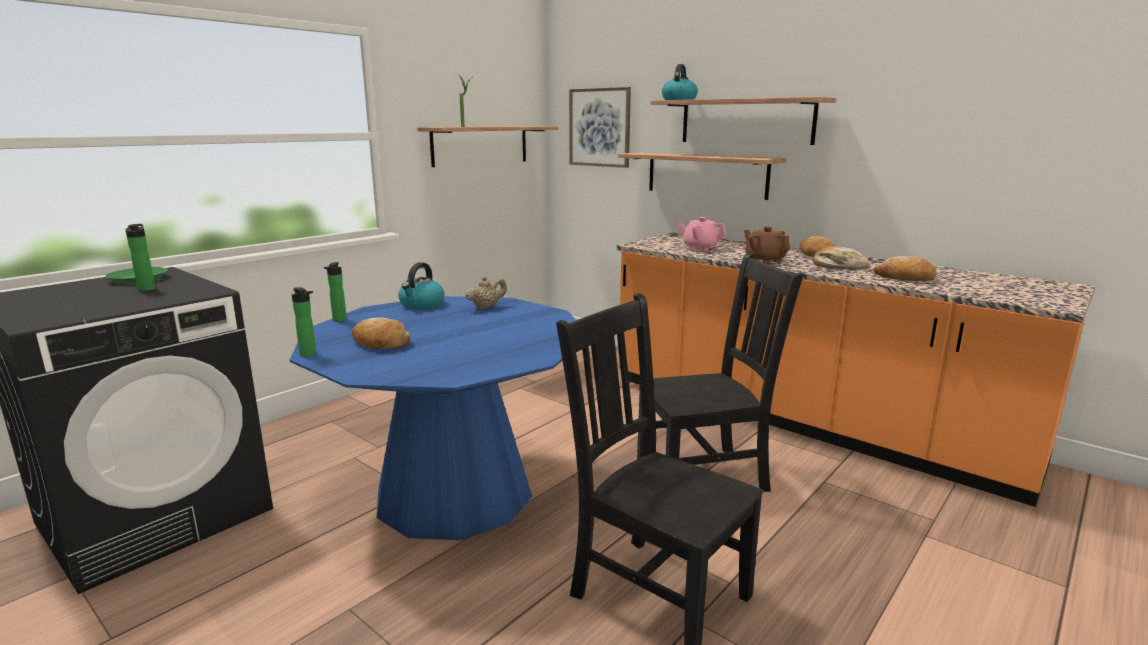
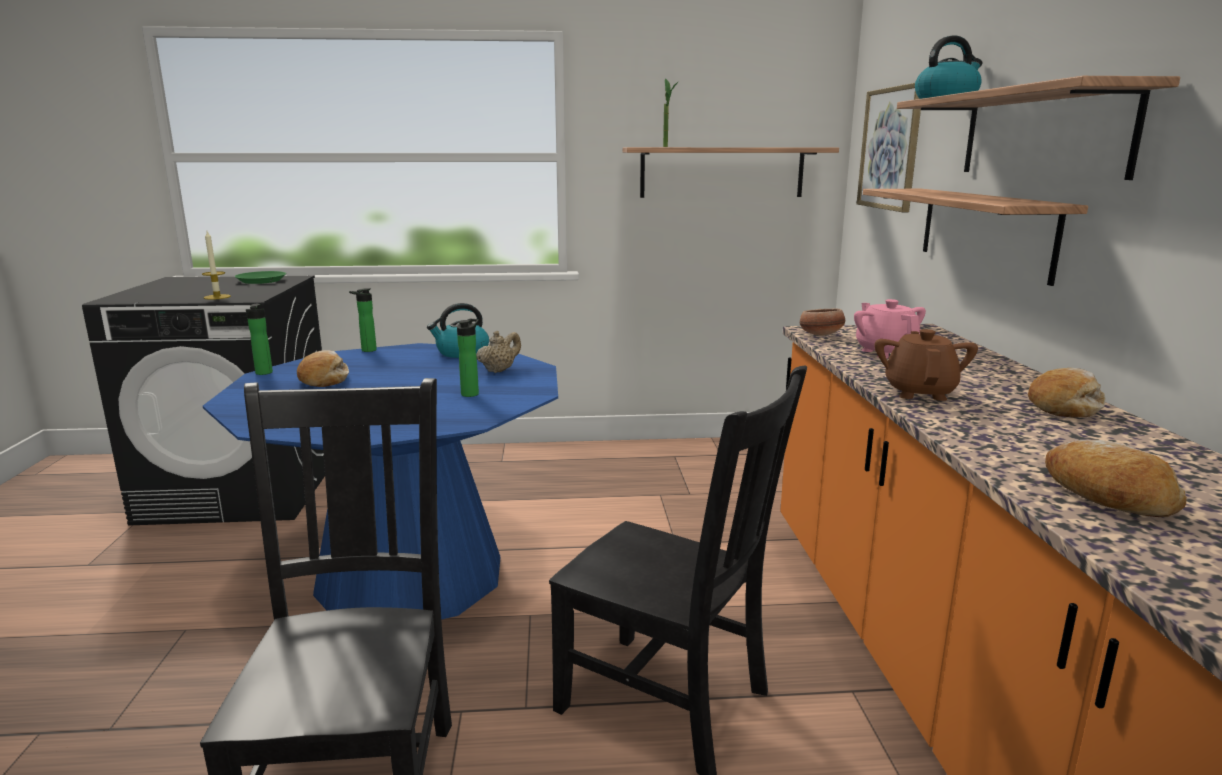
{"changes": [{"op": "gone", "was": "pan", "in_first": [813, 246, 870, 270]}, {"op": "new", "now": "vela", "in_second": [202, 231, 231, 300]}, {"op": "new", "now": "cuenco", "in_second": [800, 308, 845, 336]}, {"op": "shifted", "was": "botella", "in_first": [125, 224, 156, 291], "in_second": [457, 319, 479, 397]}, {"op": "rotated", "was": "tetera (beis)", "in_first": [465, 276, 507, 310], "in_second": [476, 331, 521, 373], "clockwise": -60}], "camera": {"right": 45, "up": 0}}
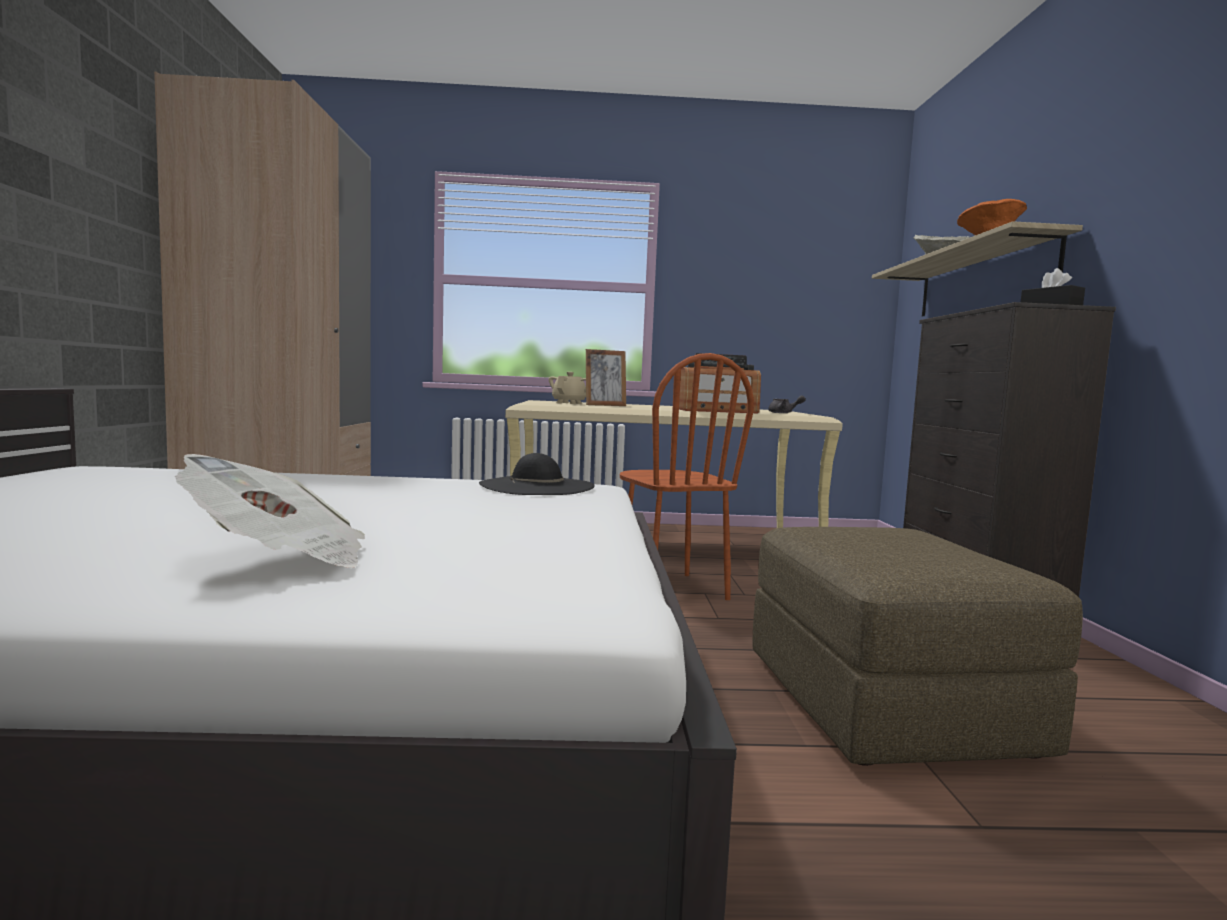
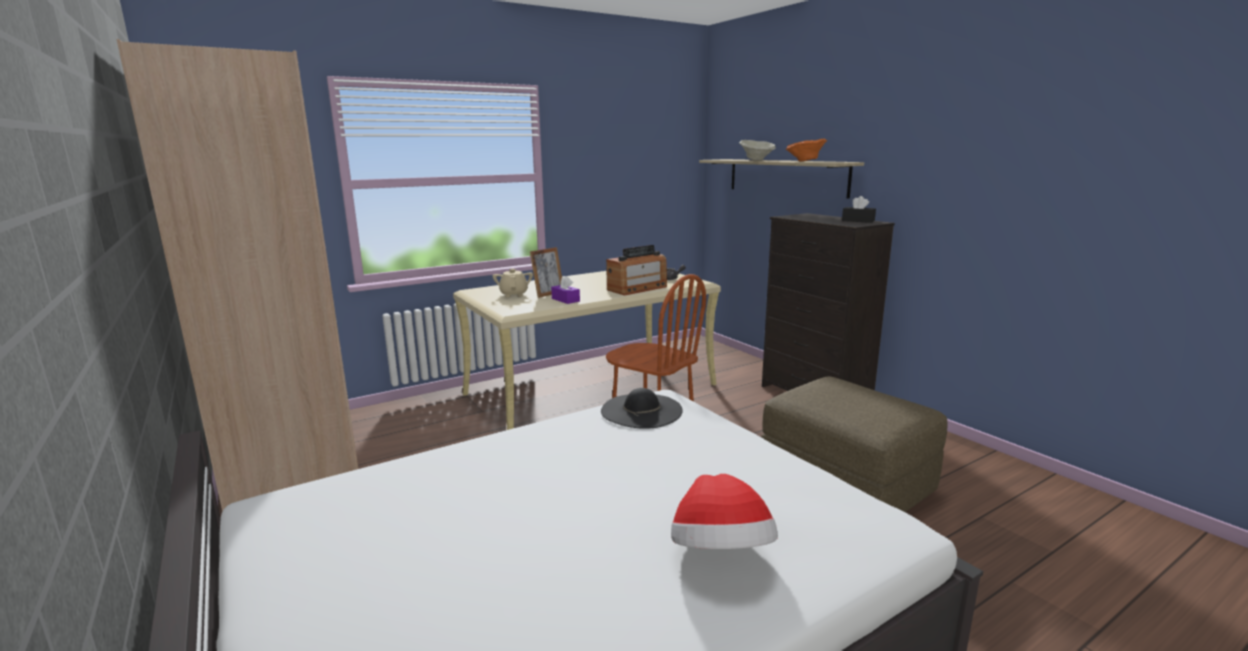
{"changes": [{"op": "new", "now": "caja de pañuelos (morado)", "in_second": [551, 276, 580, 304]}, {"op": "swapped", "was": "periódico", "now": "sombrero", "in_first": [175, 454, 365, 568], "in_second": [671, 474, 778, 549]}], "camera": {"right": -30, "up": 10}}
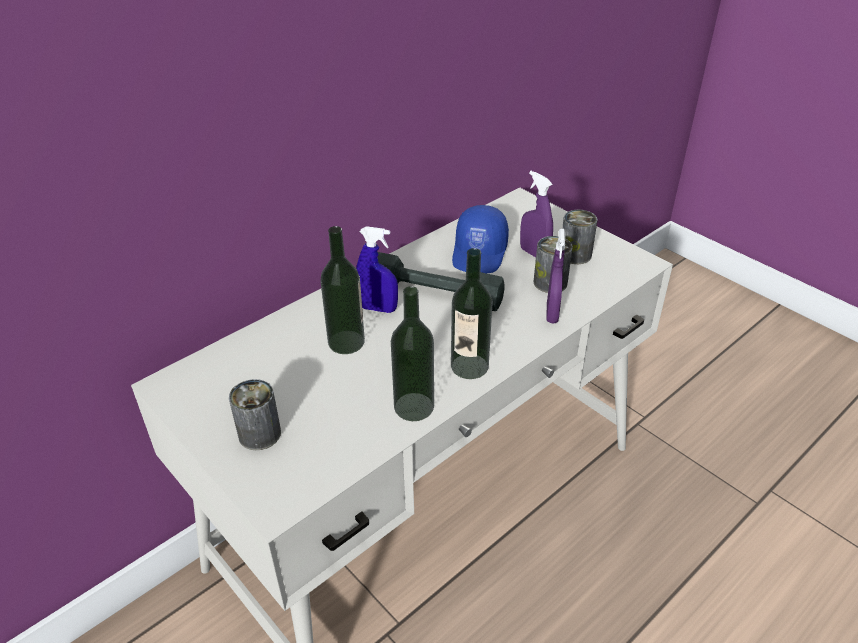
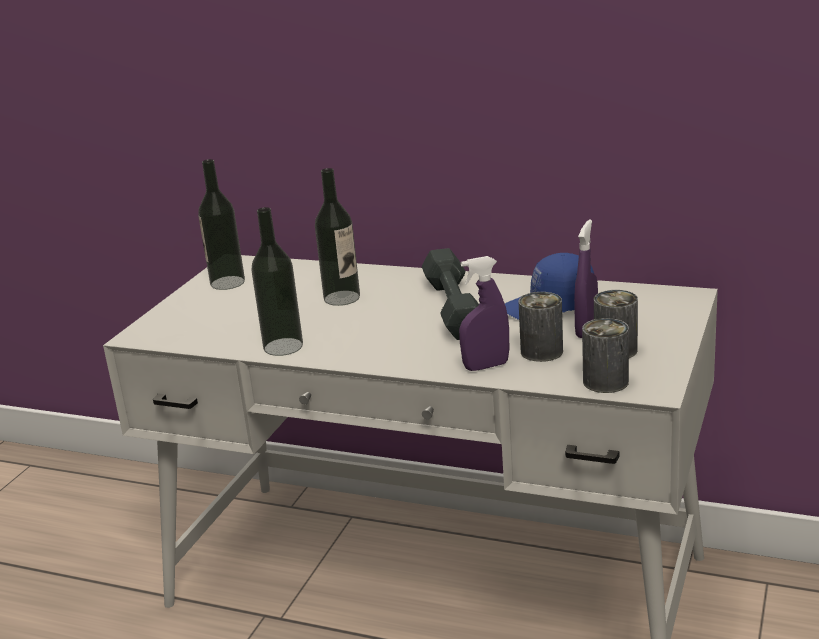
{"changes": [{"op": "gone", "was": "pulverizador (azul)", "in_first": [356, 226, 398, 313]}, {"op": "shifted", "was": "lata", "in_first": [229, 379, 281, 450], "in_second": [582, 318, 629, 393]}, {"op": "shifted", "was": "botella", "in_first": [451, 248, 493, 379], "in_second": [198, 159, 245, 290]}], "camera": {"right": 65, "up": -15}}
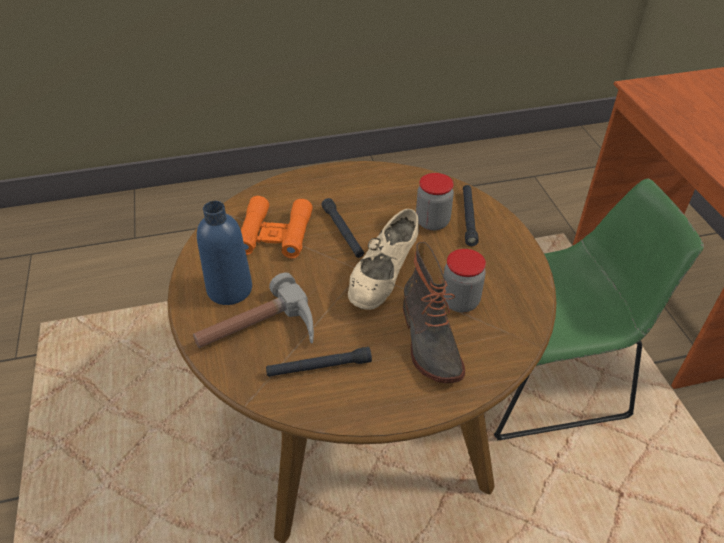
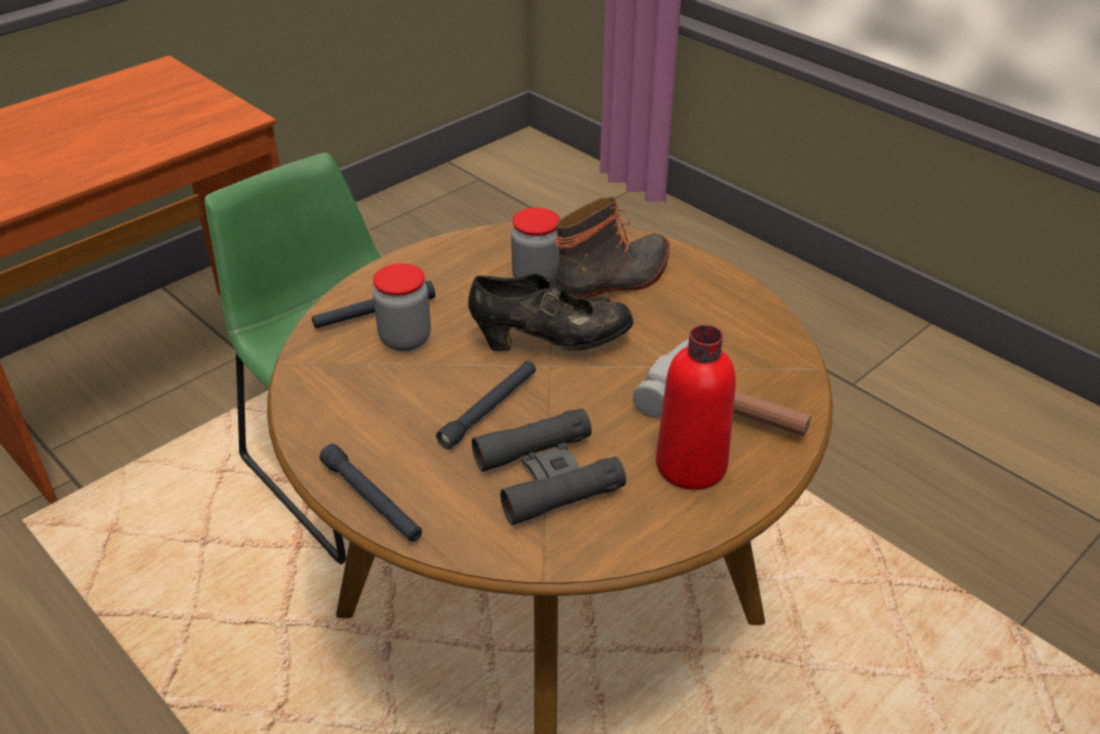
{"changes": [{"op": "shifted", "was": "linterna (negro)", "in_first": [266, 347, 372, 377], "in_second": [320, 444, 422, 542]}, {"op": "repainted", "was": "botella (azul)", "now": "botella (rojo)", "in_first": [197, 201, 252, 305], "in_second": [656, 325, 736, 490]}, {"op": "repainted", "was": "prismáticos (naranja)", "now": "prismáticos (negro)", "in_first": [241, 196, 313, 258], "in_second": [472, 408, 626, 525]}, {"op": "repainted", "was": "zapato (beis)", "now": "zapato (negro)", "in_first": [348, 209, 419, 310], "in_second": [468, 273, 633, 351]}], "camera": {"right": -120, "up": -5}}
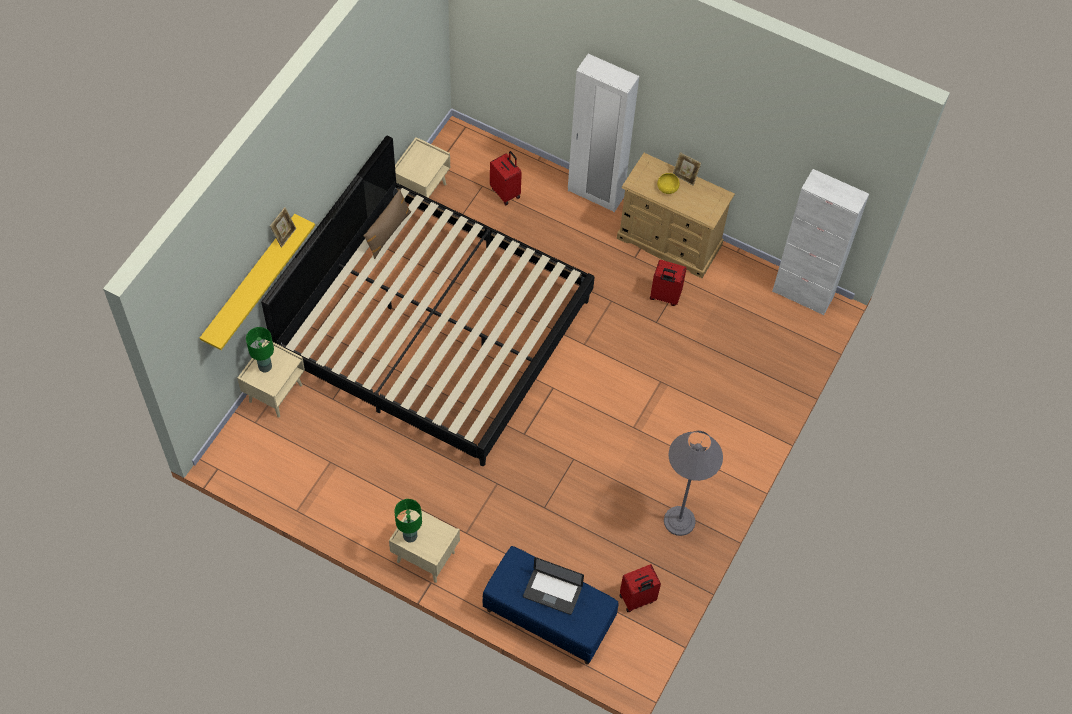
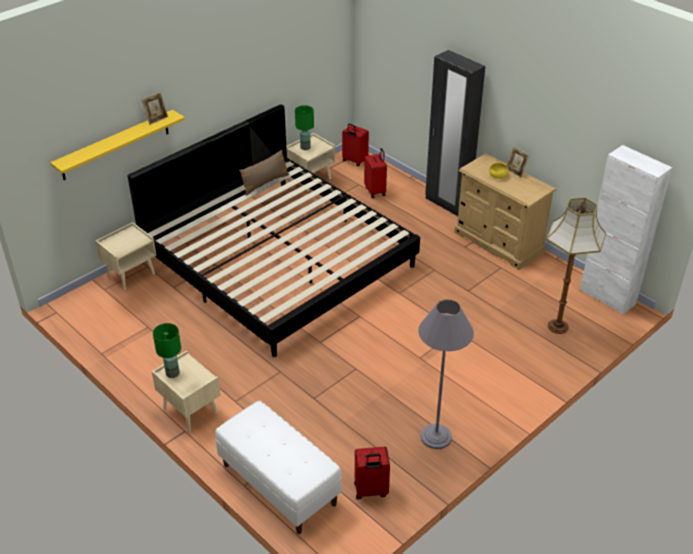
{"changes": [{"op": "gone", "was": "portátil", "in_first": [523, 557, 584, 615]}, {"op": "new", "now": "lámpara de pie", "in_second": [546, 197, 606, 334]}, {"op": "shifted", "was": "lámpara de mesa (verde)", "in_first": [246, 327, 274, 372], "in_second": [295, 105, 314, 150]}, {"op": "shifted", "was": "maleta (rojo)", "in_first": [650, 260, 687, 306], "in_second": [342, 123, 369, 166]}, {"op": "repainted", "was": "banco (azul)", "now": "banco (blanco)", "in_first": [483, 546, 619, 665], "in_second": [215, 401, 342, 534]}, {"op": "repainted", "was": "armario ropero (blanco)", "now": "armario ropero (negro)", "in_first": [568, 54, 639, 212], "in_second": [425, 50, 485, 216]}], "camera": {"right": 20, "up": -20}}
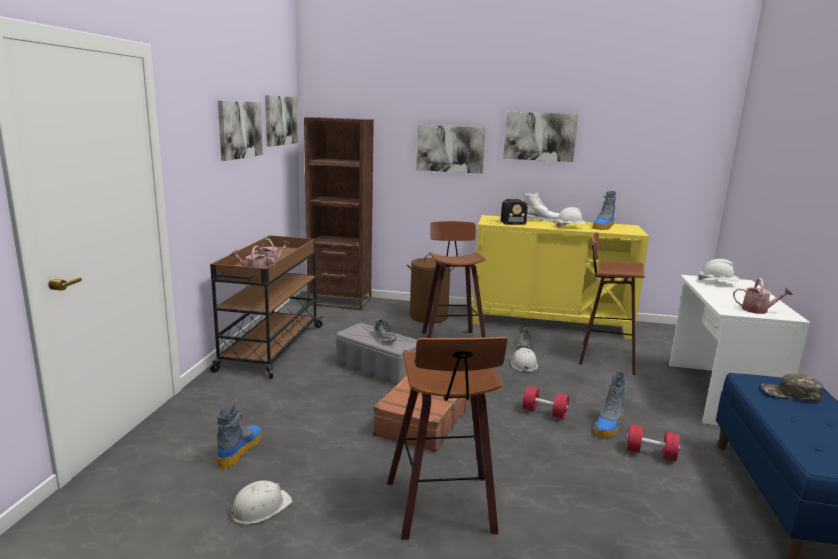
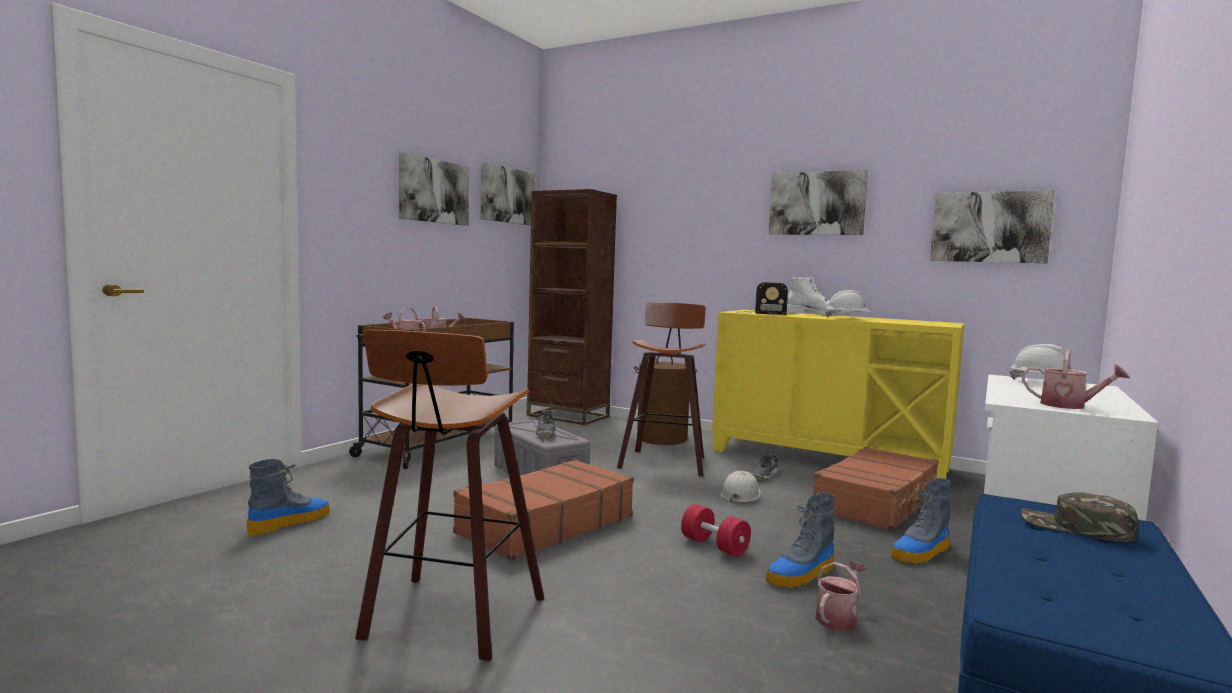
{"changes": [{"op": "gone", "was": "casco (blanco)", "in_first": [229, 481, 293, 524]}, {"op": "shifted", "was": "cuadro", "in_first": [416, 125, 486, 174], "in_second": [930, 190, 1055, 263]}, {"op": "shifted", "was": "bota", "in_first": [592, 191, 616, 230], "in_second": [891, 478, 952, 564]}, {"op": "swapped", "was": "taburete", "now": "maleta (marrón)", "in_first": [579, 232, 645, 375], "in_second": [814, 447, 938, 531]}, {"op": "swapped", "was": "mancuerna (rojo)", "now": "regadera", "in_first": [626, 424, 680, 461], "in_second": [815, 561, 866, 631]}], "camera": {"right": 20, "up": -10}}
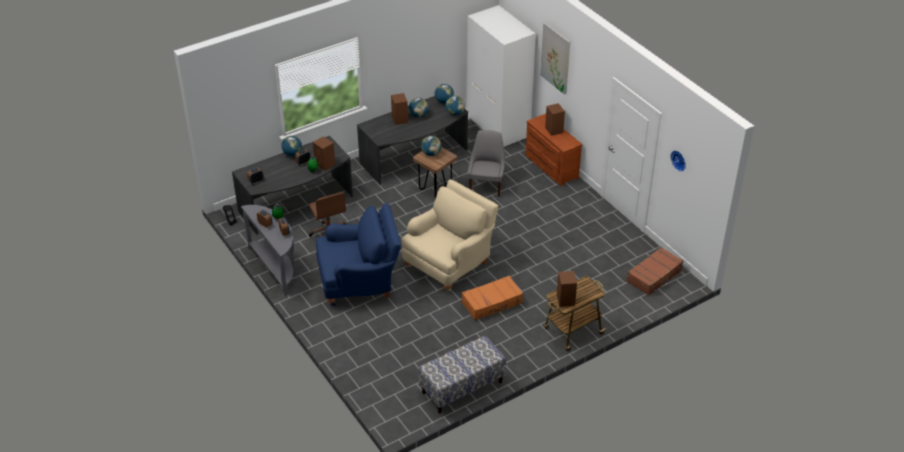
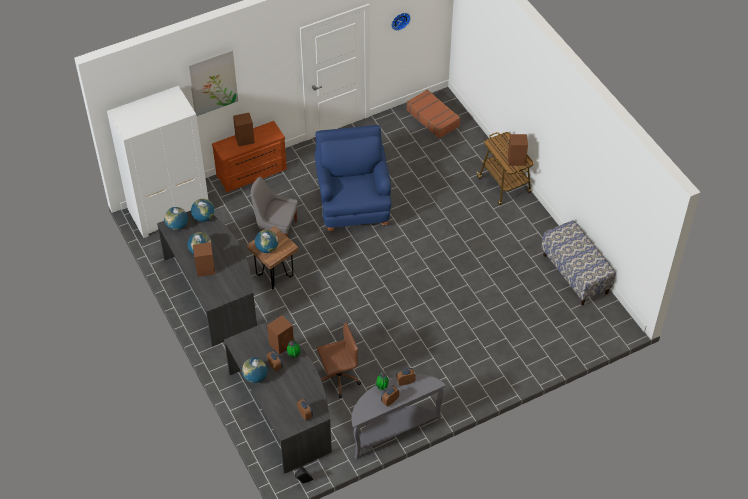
{"changes": [{"op": "gone", "was": "sillón (beis)", "in_first": [401, 179, 498, 291]}, {"op": "gone", "was": "maleta (naranja)", "in_first": [462, 276, 523, 320]}, {"op": "shifted", "was": "sillón (azul)", "in_first": [316, 203, 401, 306], "in_second": [315, 125, 391, 232]}], "camera": {"right": -85, "up": 10}}
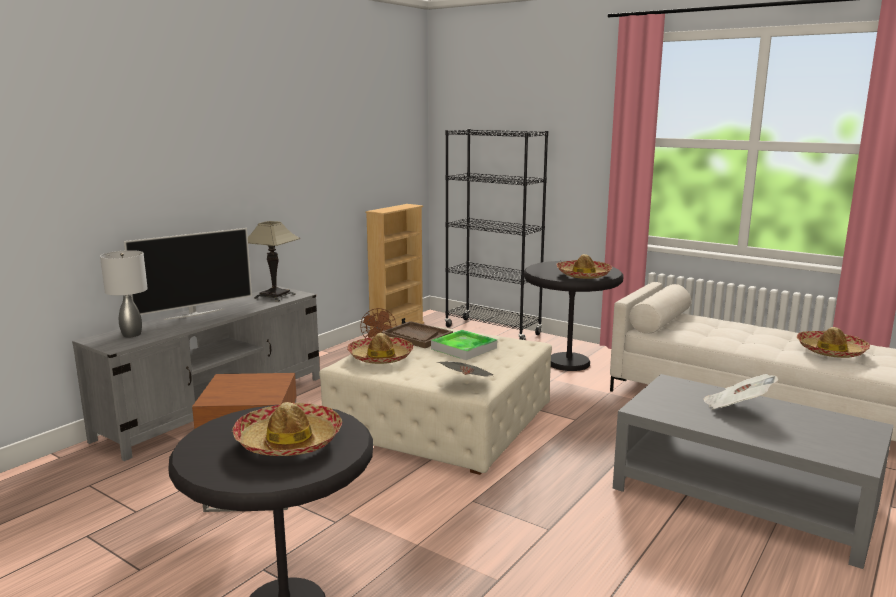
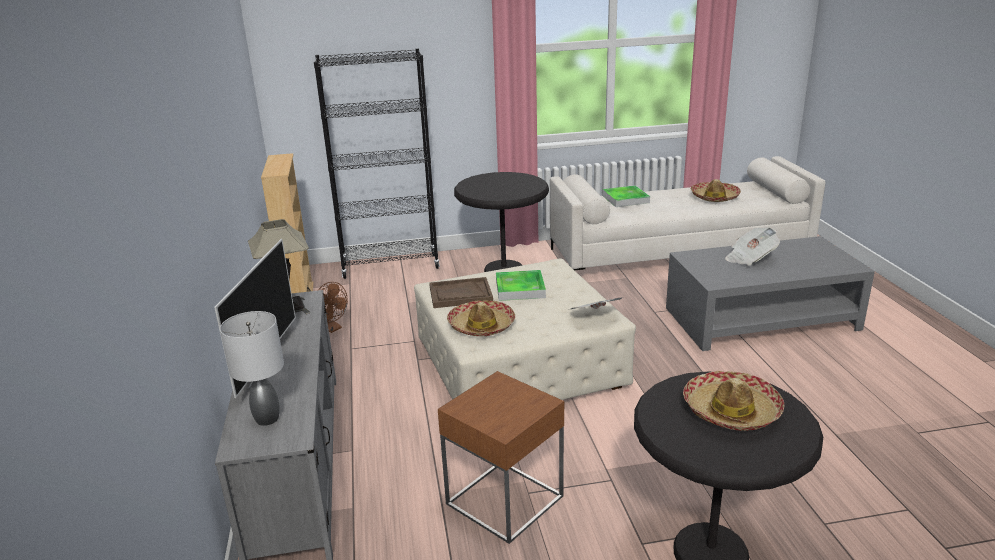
{"changes": [{"op": "gone", "was": "sombrero", "in_first": [556, 254, 612, 279]}, {"op": "new", "now": "bandeja", "in_second": [602, 186, 650, 207]}], "camera": {"right": -45, "up": 10}}
